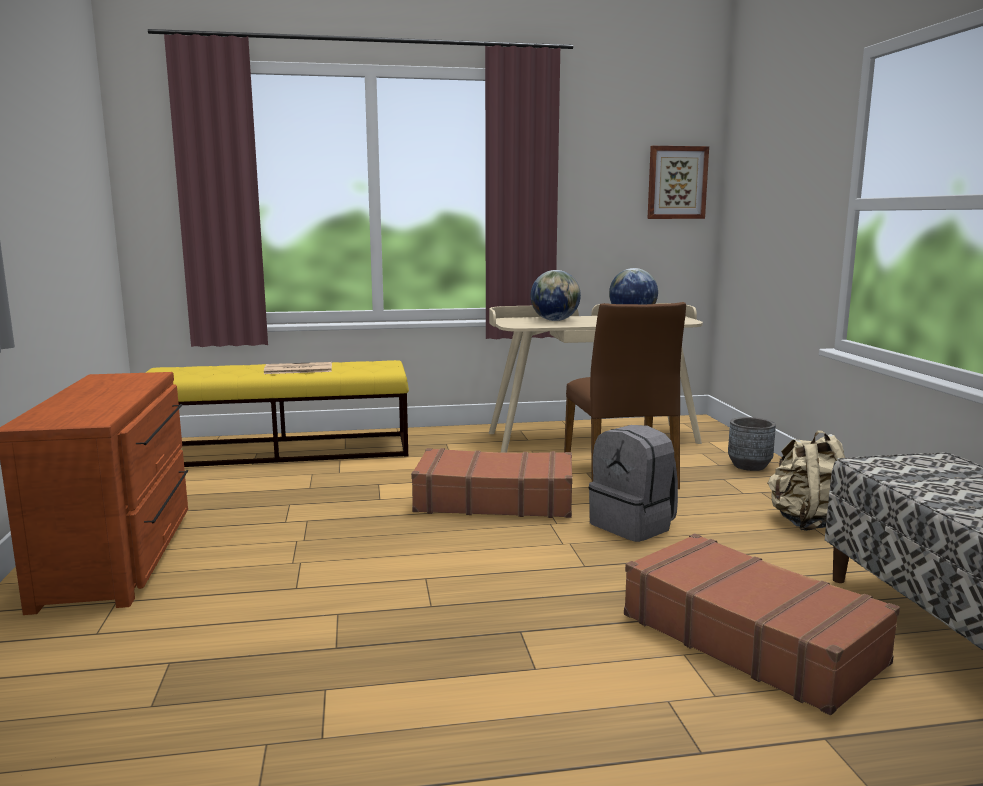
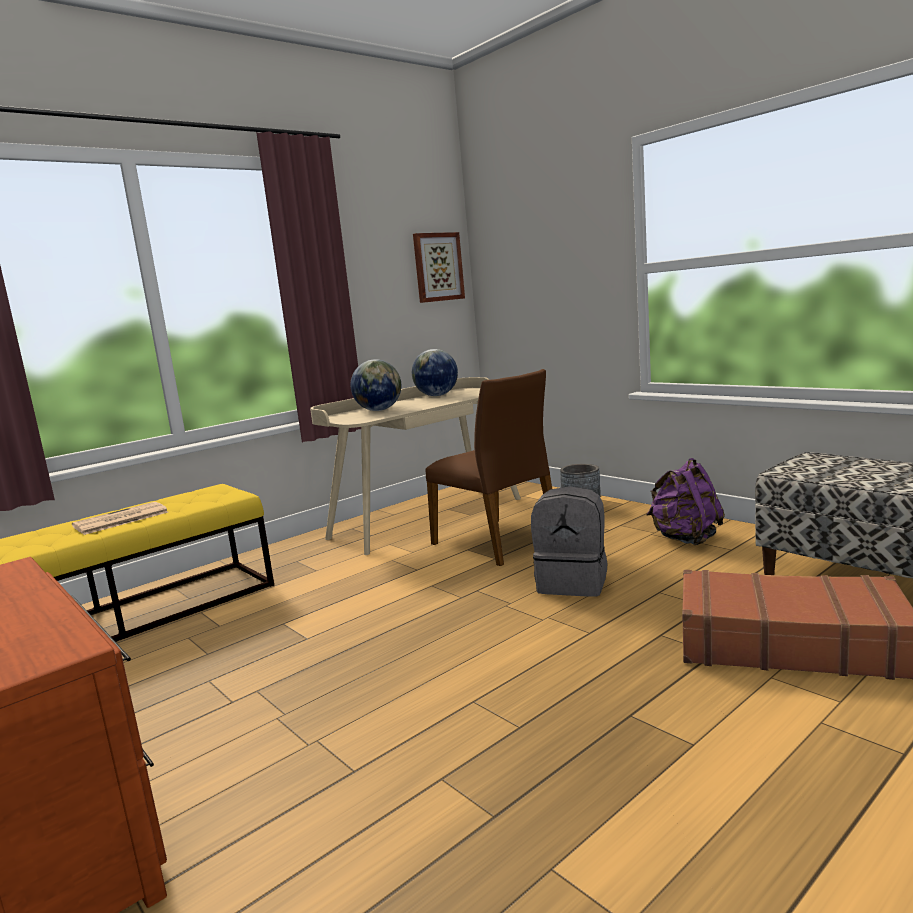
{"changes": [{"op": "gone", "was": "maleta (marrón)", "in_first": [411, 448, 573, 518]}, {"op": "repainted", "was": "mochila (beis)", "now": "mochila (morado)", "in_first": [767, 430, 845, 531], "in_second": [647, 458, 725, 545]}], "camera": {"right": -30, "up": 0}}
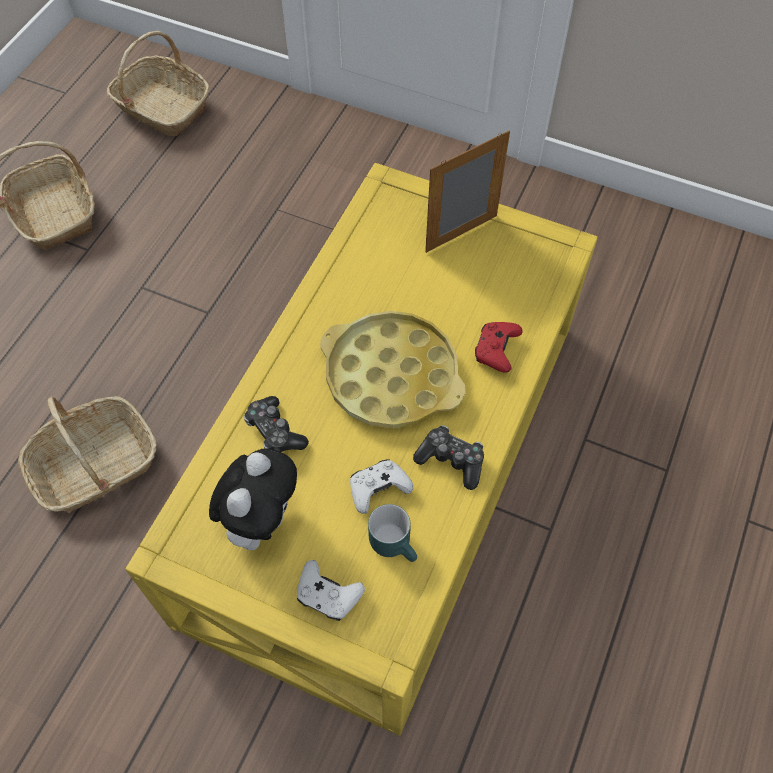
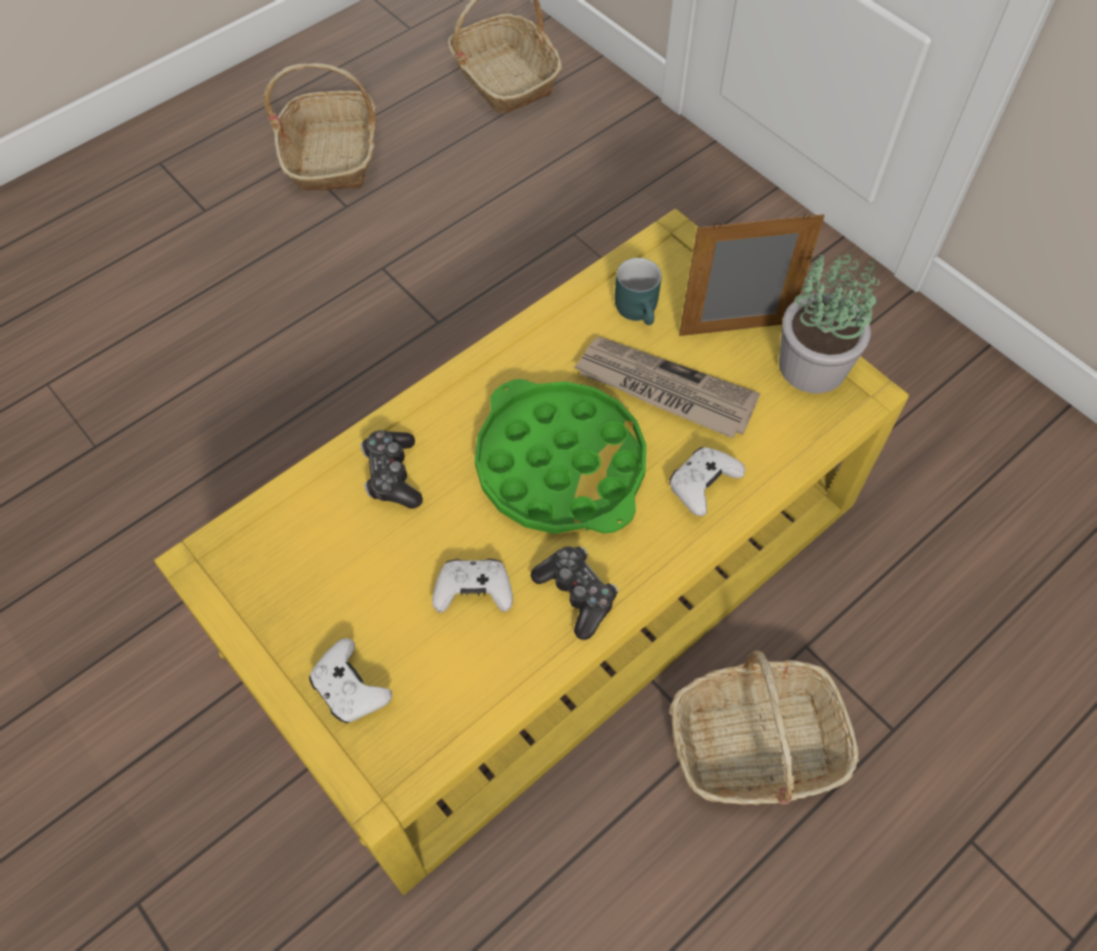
{"changes": [{"op": "gone", "was": "peluche", "in_first": [209, 448, 297, 550]}, {"op": "new", "now": "periódico", "in_second": [573, 337, 760, 438]}, {"op": "new", "now": "planta en maceta", "in_second": [779, 250, 880, 394]}, {"op": "shifted", "was": "cesta", "in_first": [18, 396, 156, 512], "in_second": [669, 651, 859, 805]}, {"op": "shifted", "was": "taza grande (turquesa)", "in_first": [368, 504, 417, 562], "in_second": [615, 258, 662, 325]}, {"op": "repainted", "was": "bandeja (amarillo)", "now": "bandeja (verde)", "in_first": [320, 311, 466, 429], "in_second": [475, 379, 646, 534]}, {"op": "repainted", "was": "mando de consola (rojo)", "now": "mando de consola (blanco)", "in_first": [475, 322, 523, 373], "in_second": [669, 447, 745, 516]}], "camera": {"right": 25, "up": 0}}
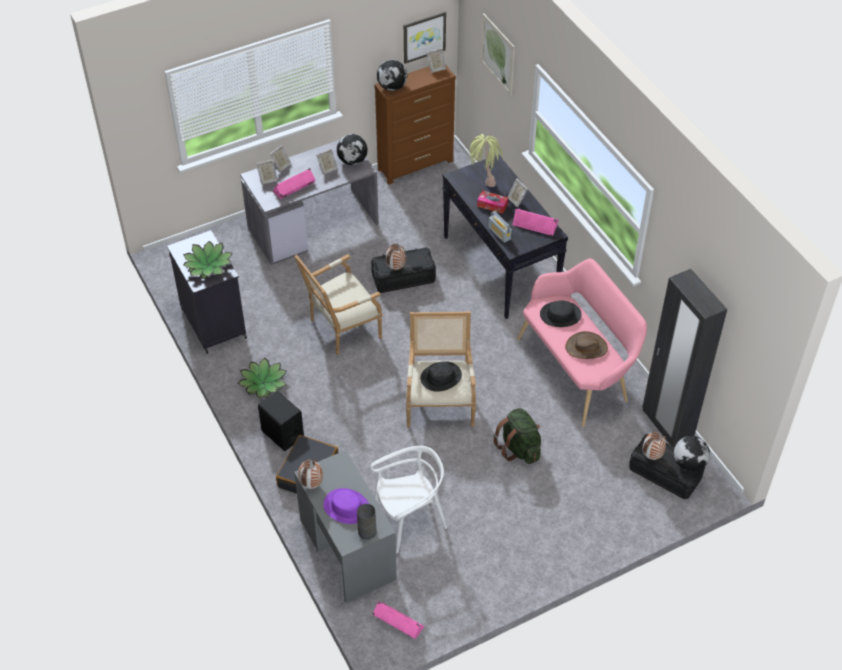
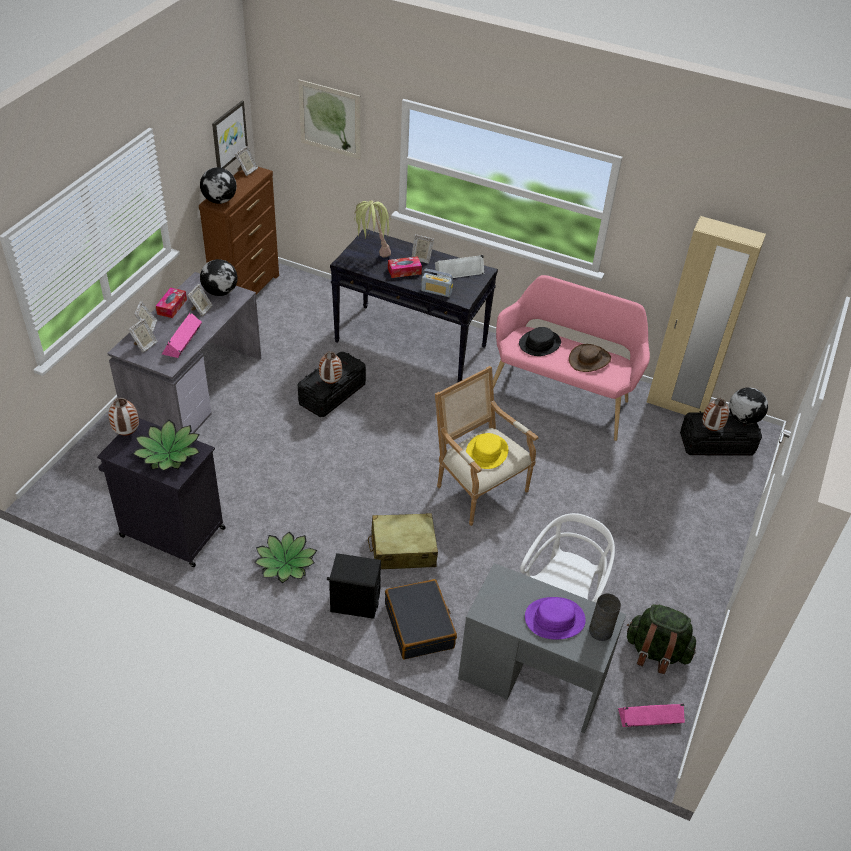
{"changes": [{"op": "gone", "was": "sillón", "in_first": [294, 254, 382, 355]}, {"op": "new", "now": "caja de pañuelos", "in_second": [156, 287, 187, 318]}, {"op": "new", "now": "maleta (beis)", "in_second": [368, 513, 438, 569]}, {"op": "shifted", "was": "florero", "in_first": [298, 459, 323, 489], "in_second": [109, 398, 139, 436]}, {"op": "shifted", "was": "mochila (verde)", "in_first": [493, 408, 541, 464], "in_second": [627, 604, 696, 674]}, {"op": "repainted", "was": "sombrero (negro)", "now": "sombrero (amarillo)", "in_first": [420, 361, 462, 392], "in_second": [466, 433, 508, 469]}, {"op": "repainted", "was": "altavoz (rosa)", "now": "altavoz (blanco)", "in_first": [512, 209, 559, 236], "in_second": [435, 255, 485, 278]}, {"op": "repainted", "was": "armario ropero (negro)", "now": "armario ropero (beis)", "in_first": [642, 269, 727, 447], "in_second": [646, 216, 766, 415]}], "camera": {"right": -40, "up": -5}}
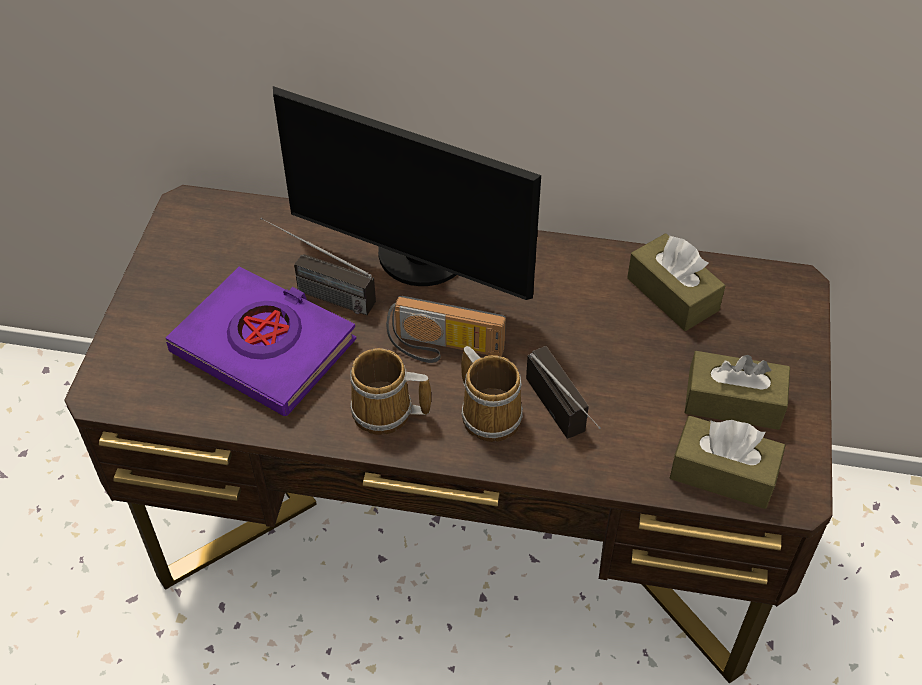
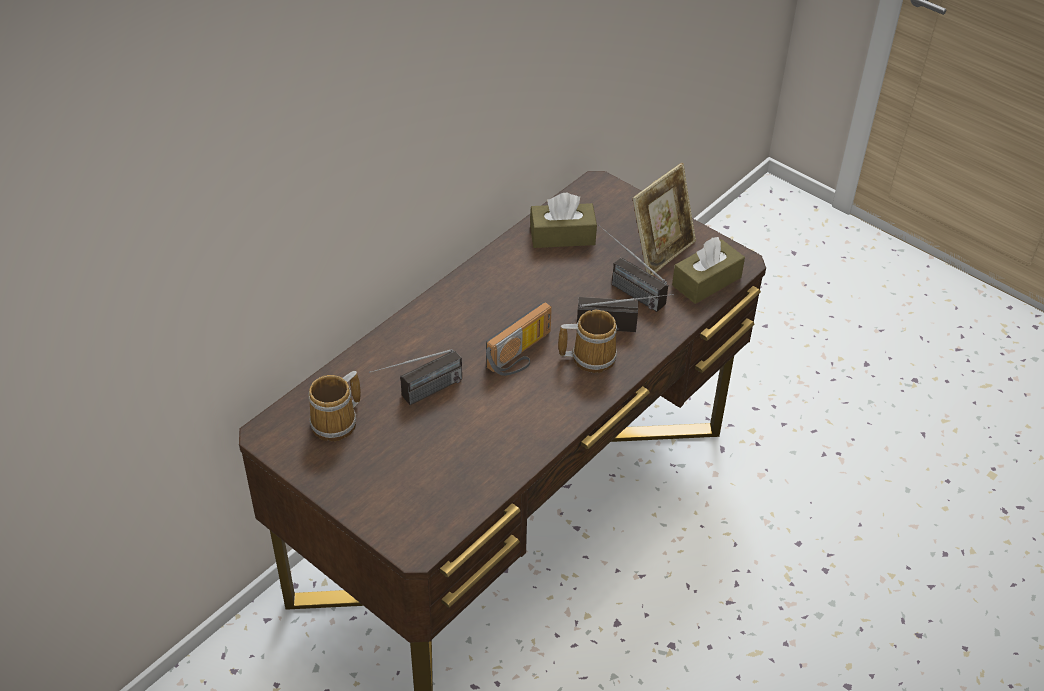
{"changes": [{"op": "gone", "was": "libro (morado)", "in_first": [166, 266, 357, 417]}, {"op": "gone", "was": "monitor", "in_first": [273, 86, 541, 300]}, {"op": "new", "now": "radio", "in_second": [598, 225, 668, 312]}, {"op": "shifted", "was": "taza grande", "in_first": [350, 348, 431, 435], "in_second": [308, 371, 361, 441]}, {"op": "swapped", "was": "caja de pañuelos (marrón)", "now": "portarretratos", "in_first": [685, 351, 790, 430], "in_second": [633, 163, 696, 276]}], "camera": {"right": -60, "up": -5}}
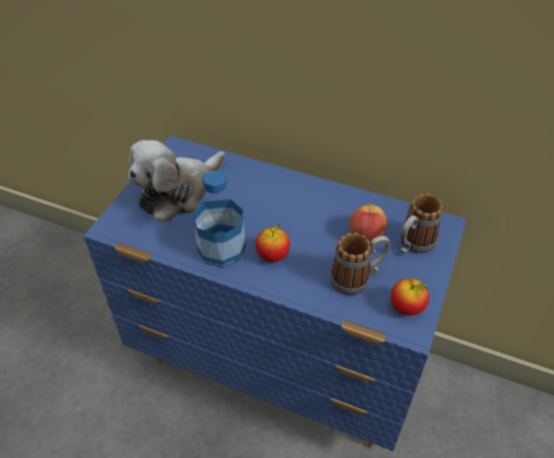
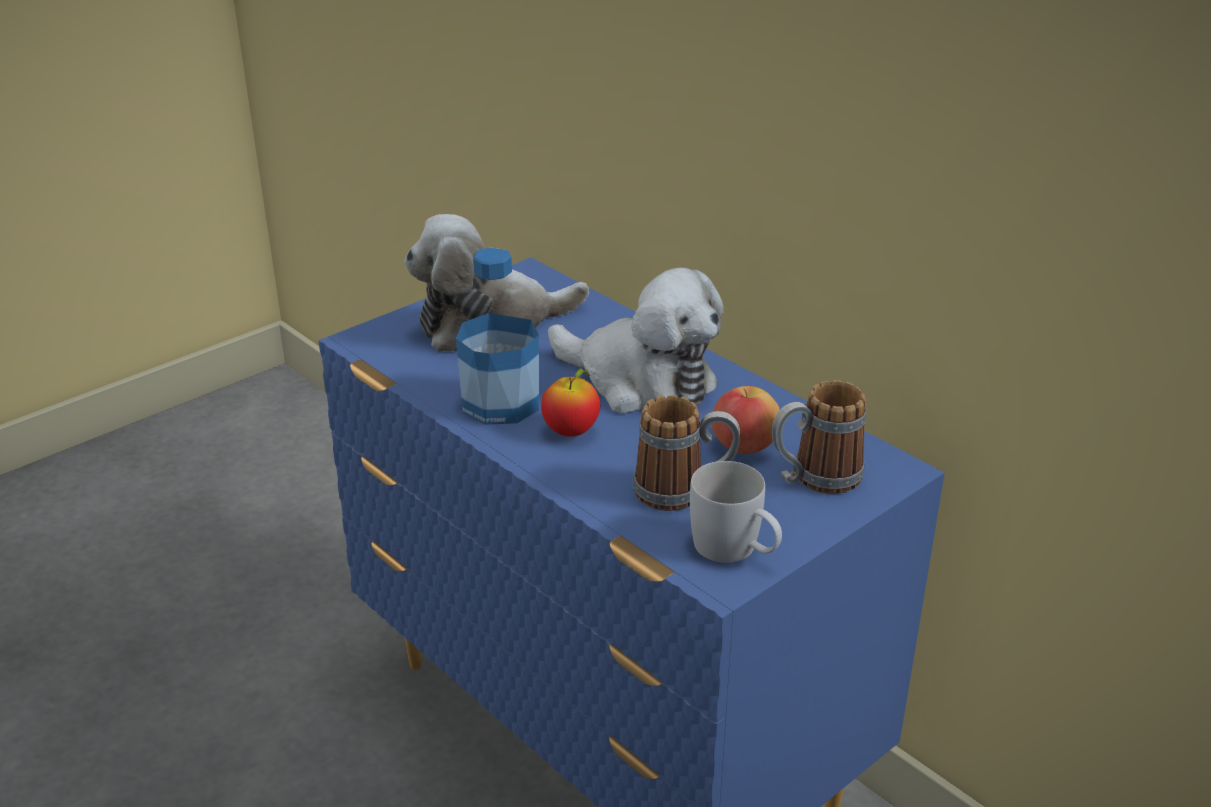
{"changes": [{"op": "new", "now": "peluche", "in_second": [548, 268, 724, 413]}, {"op": "swapped", "was": "manzana", "now": "taza grande (blanco)", "in_first": [391, 278, 429, 315], "in_second": [690, 461, 782, 563]}], "camera": {"right": 25, "up": -15}}
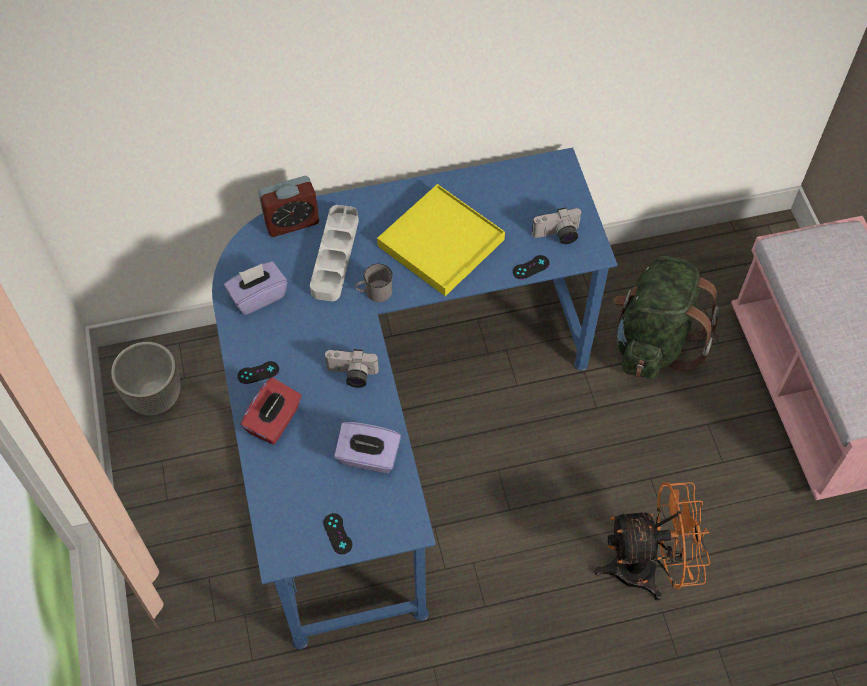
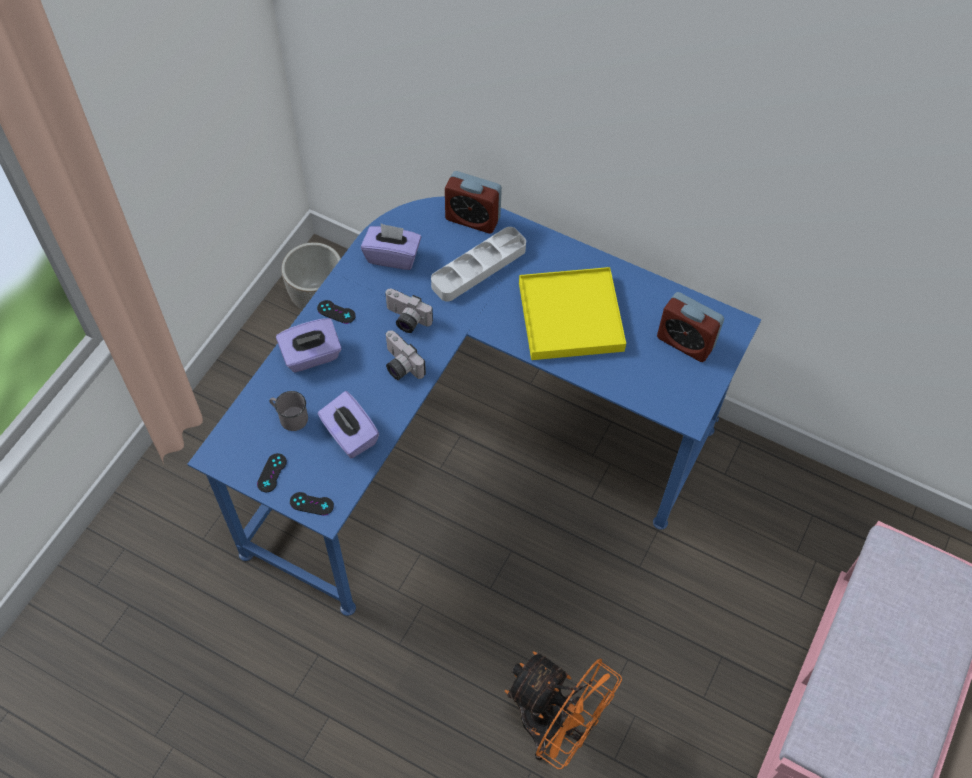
{"changes": [{"op": "gone", "was": "mochila (verde)", "in_first": [614, 256, 719, 379]}, {"op": "new", "now": "despertador", "in_second": [657, 292, 724, 362]}, {"op": "shifted", "was": "taza grande (gris)", "in_first": [355, 264, 393, 302], "in_second": [269, 391, 308, 431]}, {"op": "shifted", "was": "mando de consola (negro)", "in_first": [513, 255, 550, 280], "in_second": [290, 492, 334, 515]}, {"op": "shifted", "was": "cámara", "in_first": [532, 207, 583, 244], "in_second": [384, 289, 433, 333]}, {"op": "repainted", "was": "caja de pañuelos (rojo)", "now": "caja de pañuelos (morado)", "in_first": [241, 377, 302, 444], "in_second": [276, 318, 342, 372]}], "camera": {"right": 40, "up": 0}}
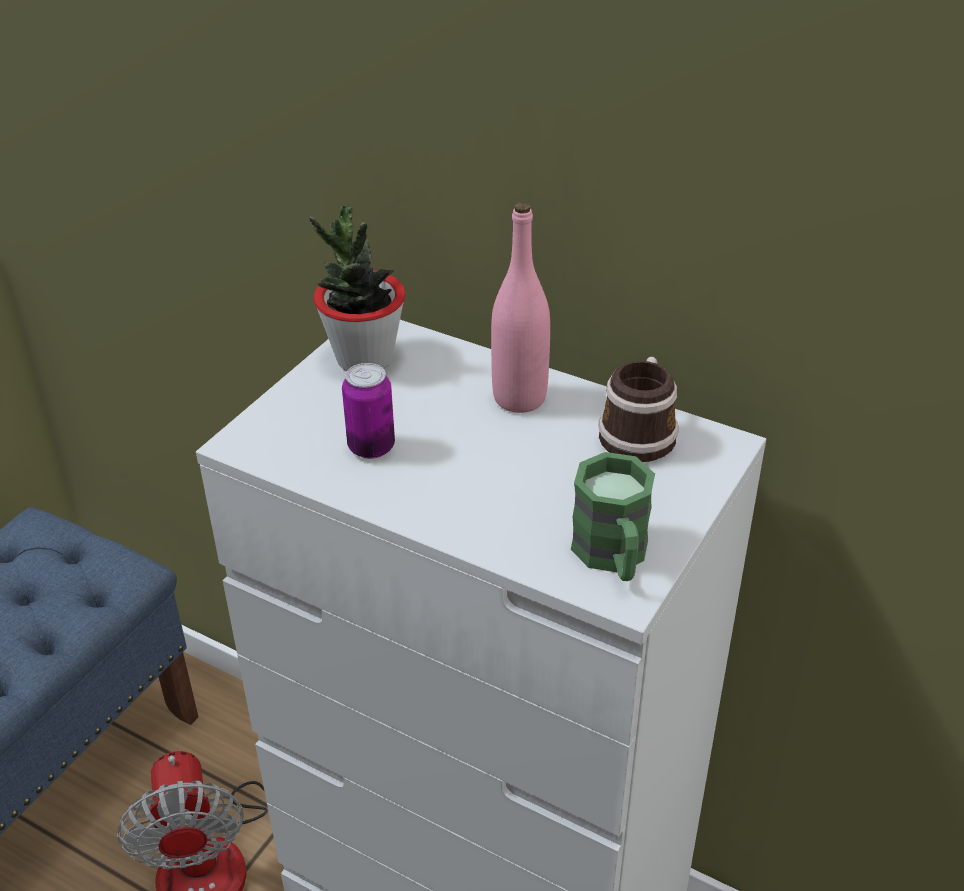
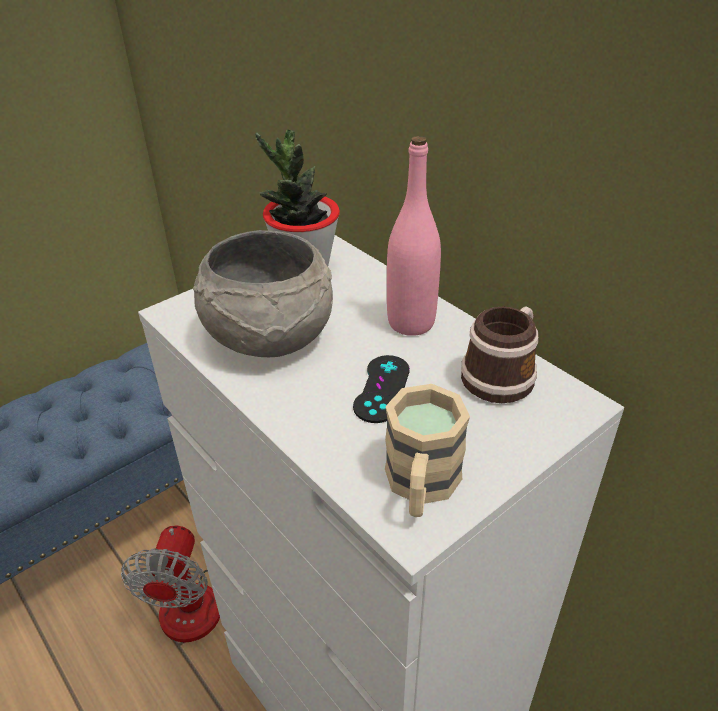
{"changes": [{"op": "new", "now": "mando de consola (negro)", "in_second": [353, 355, 410, 423]}, {"op": "swapped", "was": "lata", "now": "cuenco (gris)", "in_first": [342, 363, 395, 459], "in_second": [193, 230, 333, 357]}, {"op": "repainted", "was": "taza grande (verde)", "now": "taza grande (beis)", "in_first": [571, 452, 655, 581], "in_second": [385, 384, 470, 517]}], "camera": {"right": 20, "up": 0}}
